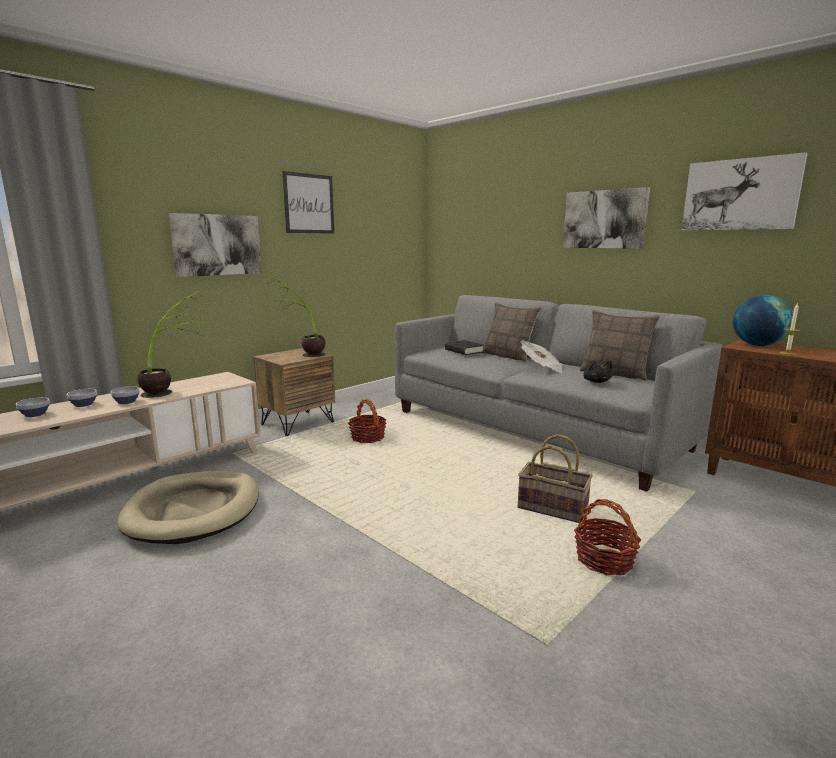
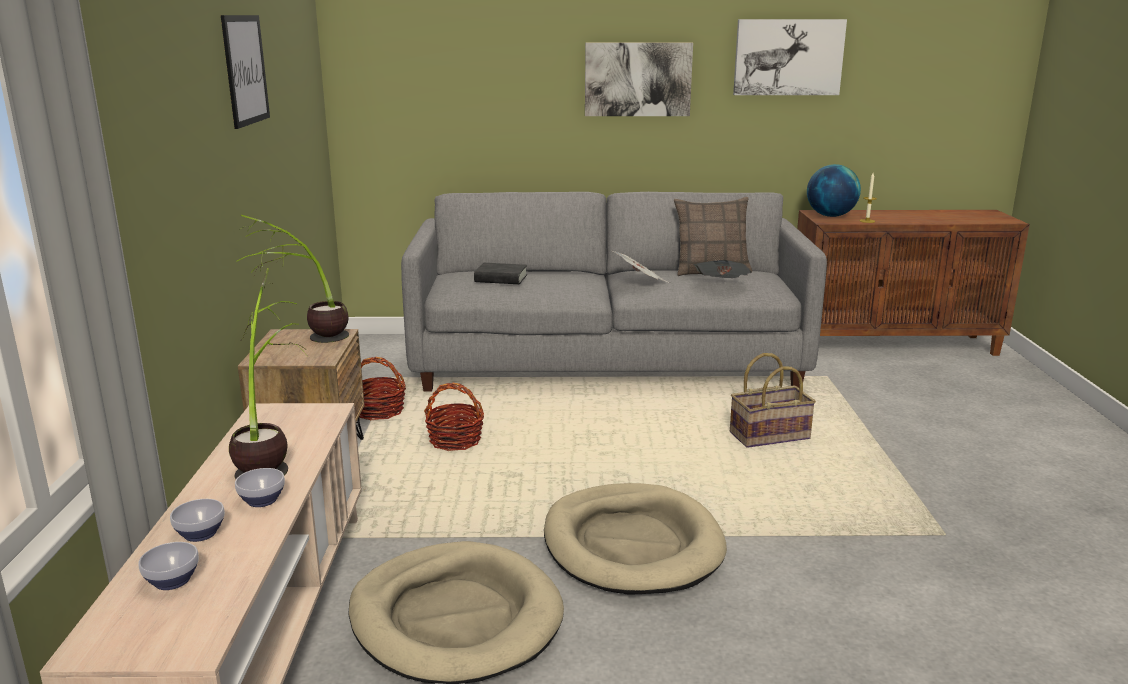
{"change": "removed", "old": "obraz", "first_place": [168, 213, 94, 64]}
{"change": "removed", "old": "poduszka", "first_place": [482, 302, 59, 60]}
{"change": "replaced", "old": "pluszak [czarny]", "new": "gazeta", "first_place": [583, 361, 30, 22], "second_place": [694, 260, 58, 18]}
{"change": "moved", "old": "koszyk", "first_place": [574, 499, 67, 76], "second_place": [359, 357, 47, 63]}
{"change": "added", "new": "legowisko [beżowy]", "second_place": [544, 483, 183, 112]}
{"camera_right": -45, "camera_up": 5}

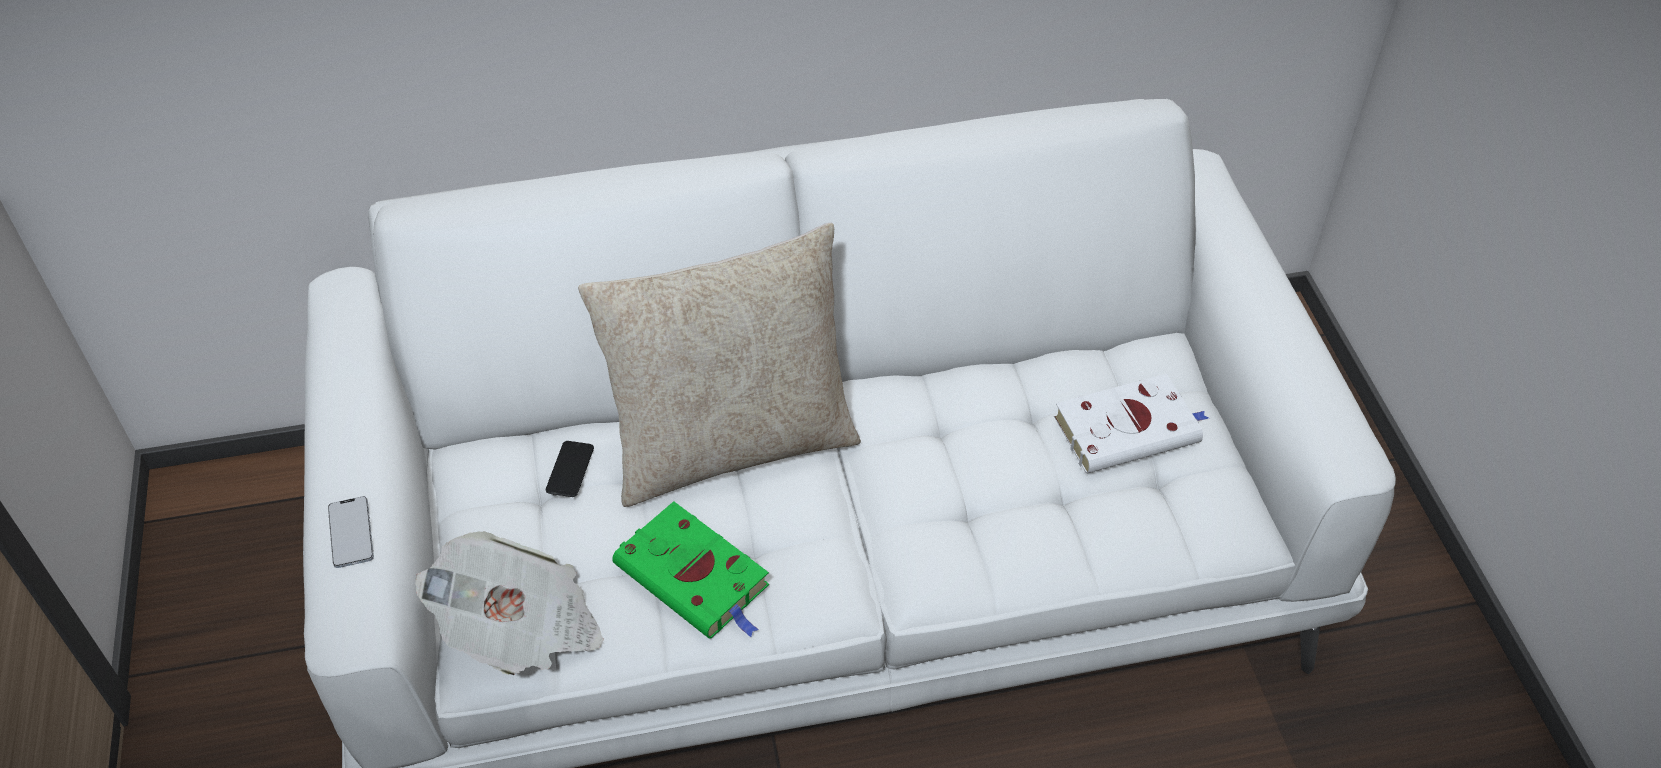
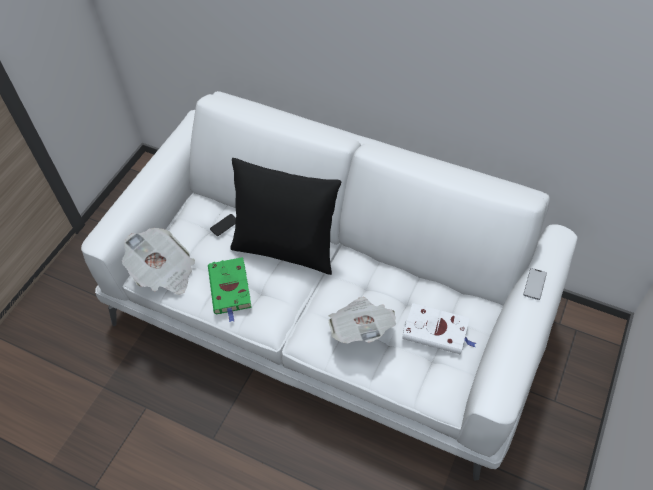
{"change": "recoloured", "old": "poduszka [beżowy]", "new": "poduszka [czarny]", "first_place": [578, 223, 283, 284], "second_place": [230, 158, 111, 117]}
{"change": "moved", "old": "telefon", "first_place": [328, 496, 46, 72], "second_place": [523, 268, 24, 32]}
{"change": "added", "new": "gazeta", "second_place": [328, 297, 68, 46]}
{"camera_right": 40, "camera_up": 5}

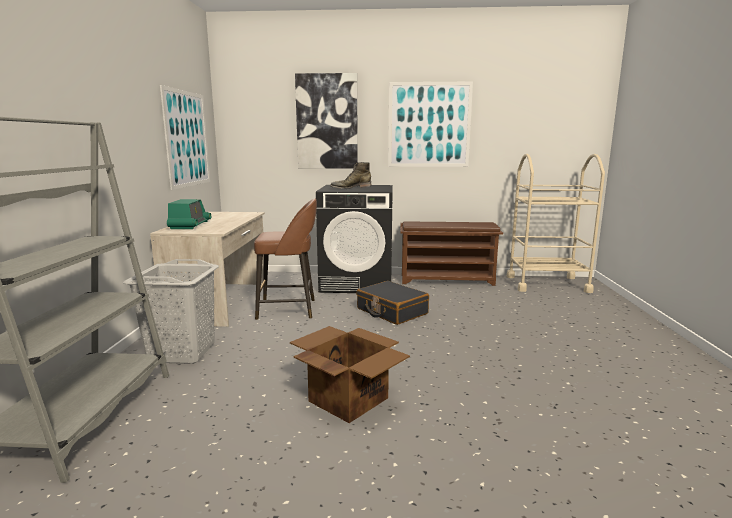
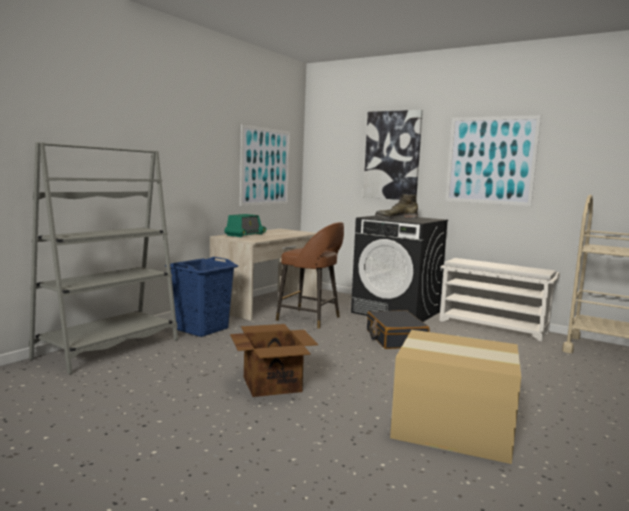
{"change": "recoloured", "old": "regał na buty [brązowy]", "new": "regał na buty [biały]", "first_place": [400, 221, 103, 65], "second_place": [439, 258, 121, 83]}
{"change": "recoloured", "old": "kosz na pranie [szary]", "new": "kosz na pranie [niebieski]", "first_place": [123, 259, 96, 105], "second_place": [165, 257, 73, 80]}
{"change": "added", "new": "karton", "second_place": [390, 330, 131, 134]}
{"camera_right": 30, "camera_up": -5}

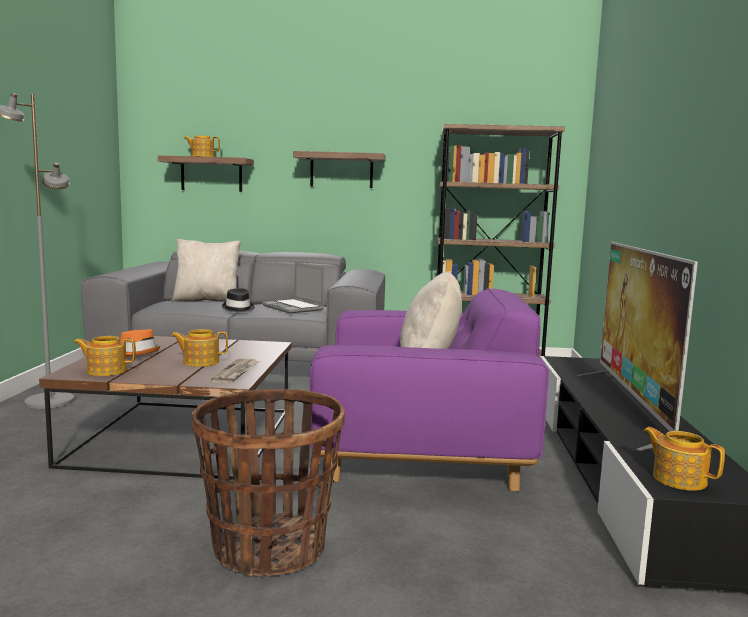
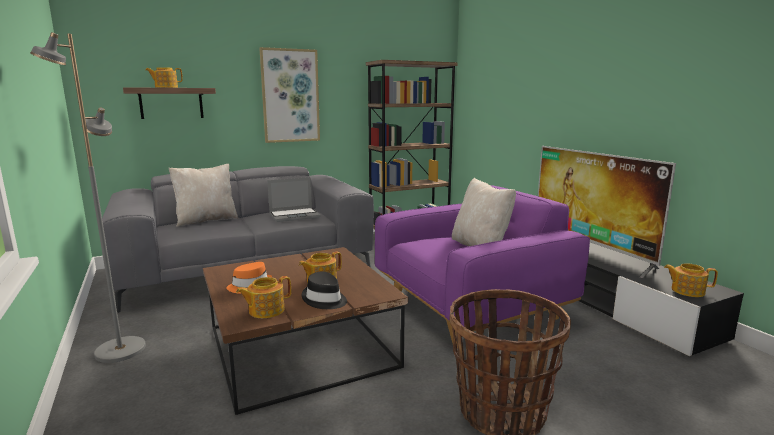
{"change": "replaced", "old": "półka", "new": "obraz", "first_place": [293, 151, 93, 37], "second_place": [259, 47, 61, 96]}
{"change": "turned", "old": "laptop", "first_place": [262, 262, 62, 52], "second_place": [267, 177, 53, 45], "degrees": -45}
{"change": "moved", "old": "kapelusz [czarny]", "first_place": [222, 288, 33, 24], "second_place": [302, 271, 45, 38]}
{"change": "removed", "old": "gazeta", "first_place": [211, 358, 49, 25]}
{"camera_right": -30, "camera_up": 5}

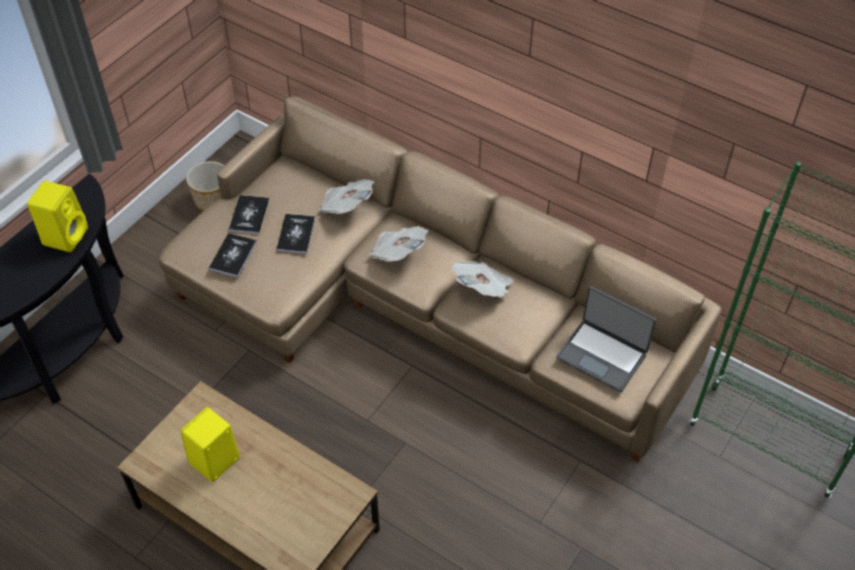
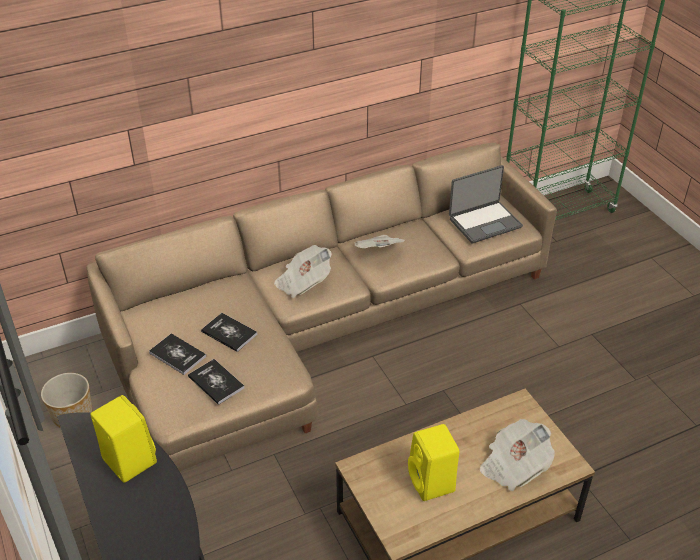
{"change": "moved", "old": "gazeta", "first_place": [318, 179, 56, 35], "second_place": [480, 419, 75, 72]}
{"camera_right": -60, "camera_up": -10}

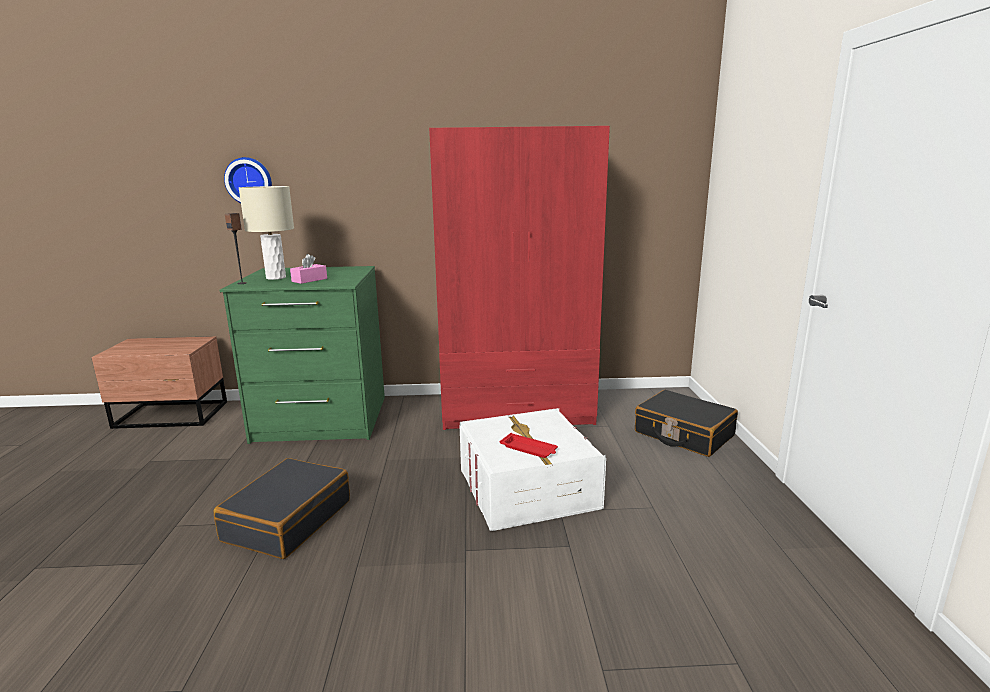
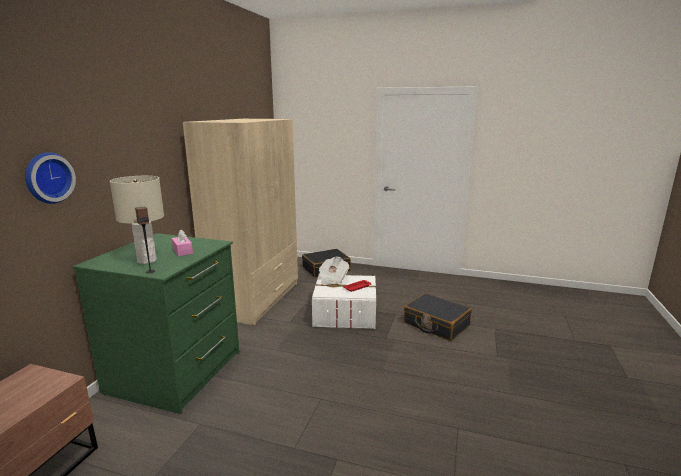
{"change": "recoloured", "old": "szafa [czerwony]", "new": "szafa [beżowy]", "first_place": [429, 126, 181, 304], "second_place": [183, 119, 115, 206]}
{"change": "moved", "old": "walizka [czarny]", "first_place": [214, 458, 136, 101], "second_place": [404, 293, 68, 48]}
{"change": "added", "new": "gazeta", "second_place": [319, 257, 31, 28]}
{"camera_right": -70, "camera_up": 0}

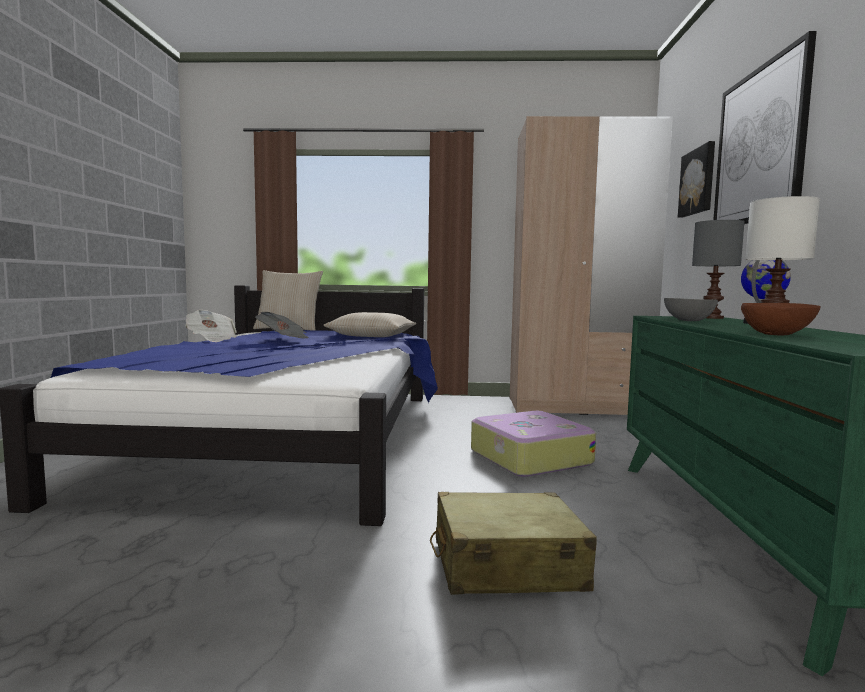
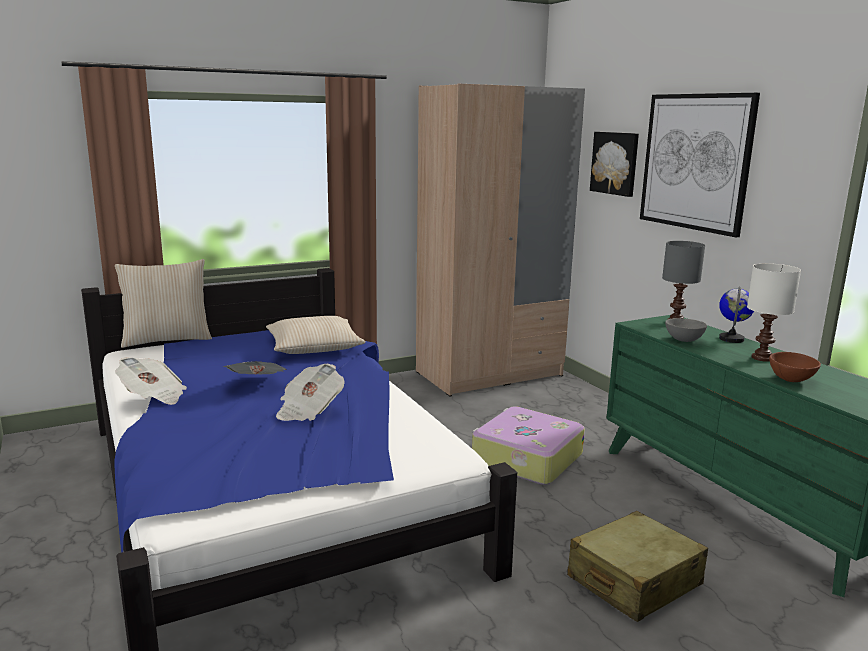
{"change": "added", "new": "gazeta", "second_place": [276, 364, 68, 57]}
{"camera_right": -30, "camera_up": 10}

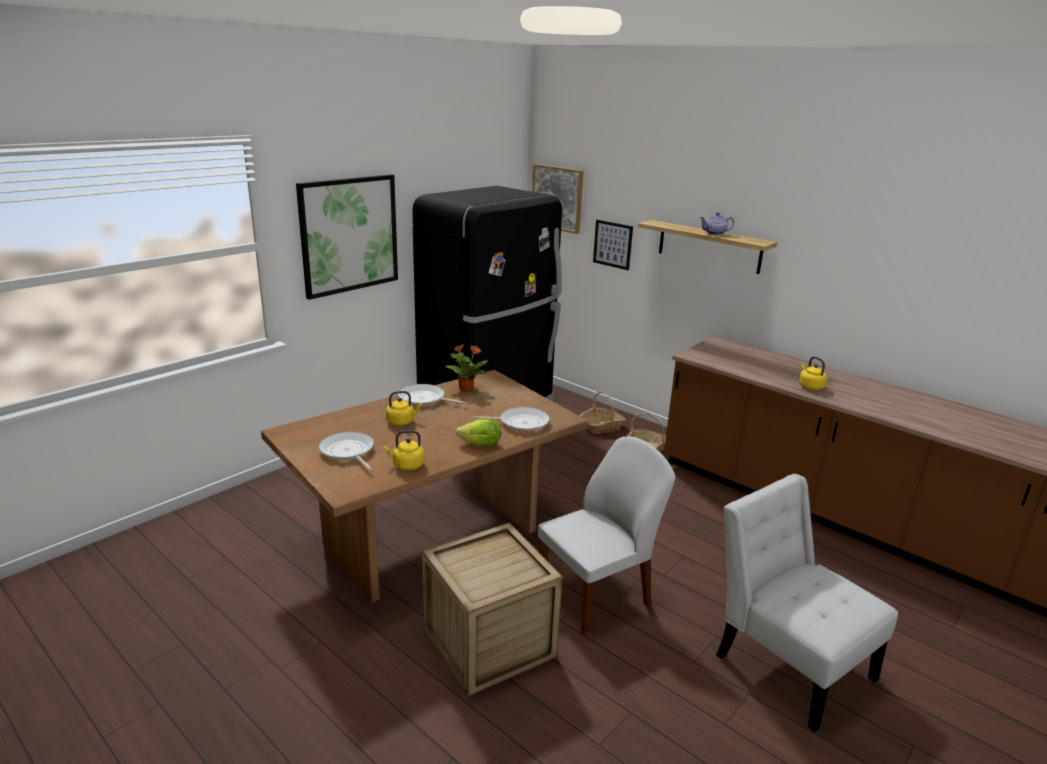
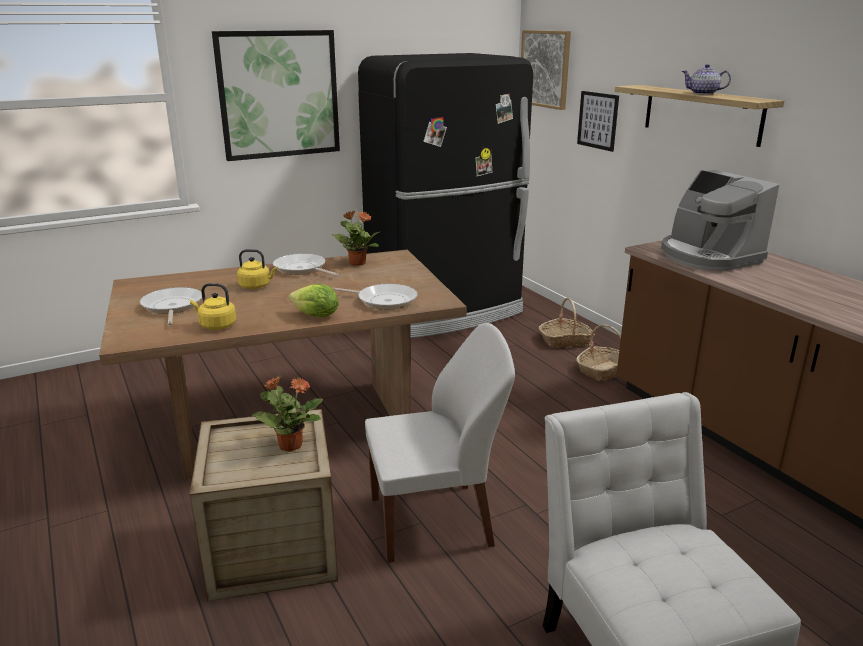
{"change": "removed", "old": "czajnik [żółty]", "first_place": [799, 356, 28, 34]}
{"change": "added", "new": "ekspres do kawy", "second_place": [661, 170, 118, 101]}
{"change": "added", "new": "roślina doniczkowa", "second_place": [252, 377, 71, 75]}
{"camera_right": 20, "camera_up": 0}

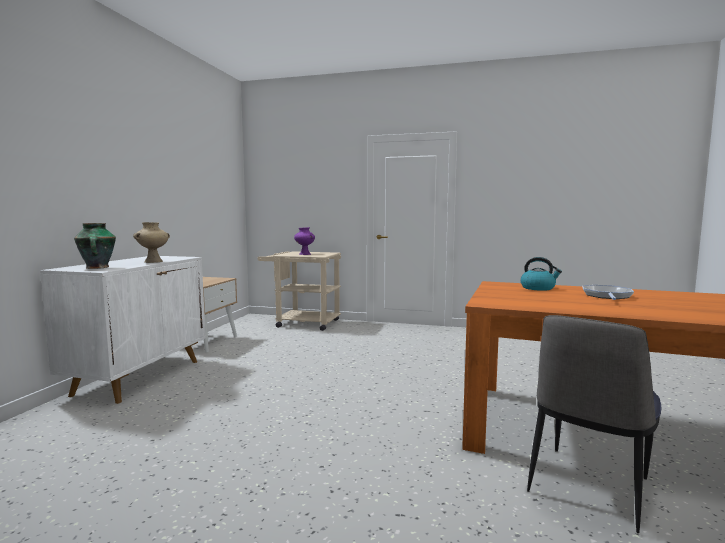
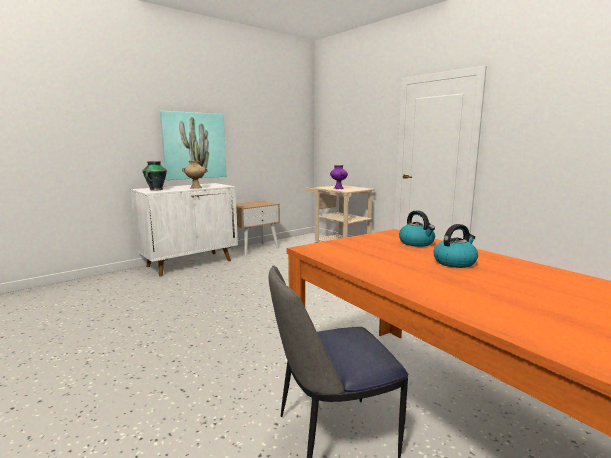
{"change": "replaced", "old": "patelnia", "new": "czajnik", "first_place": [582, 285, 52, 15], "second_place": [434, 224, 44, 44]}
{"change": "added", "new": "obraz", "second_place": [160, 111, 66, 69]}
{"camera_right": 35, "camera_up": 5}

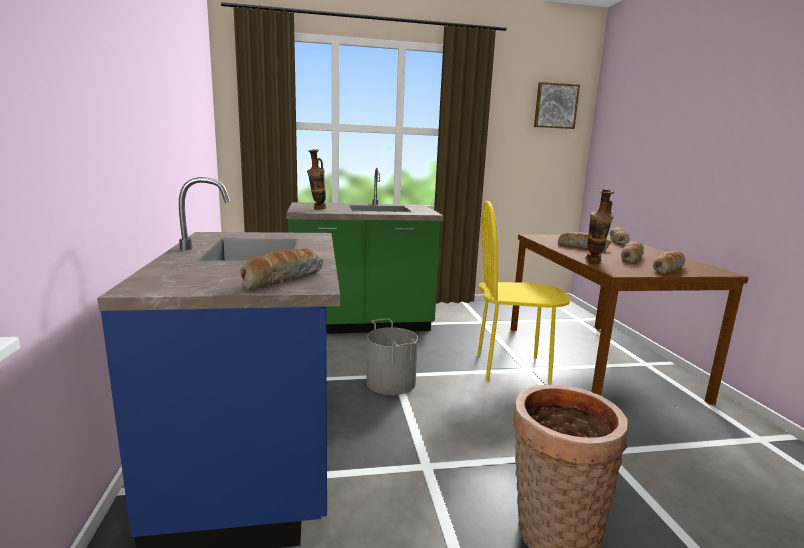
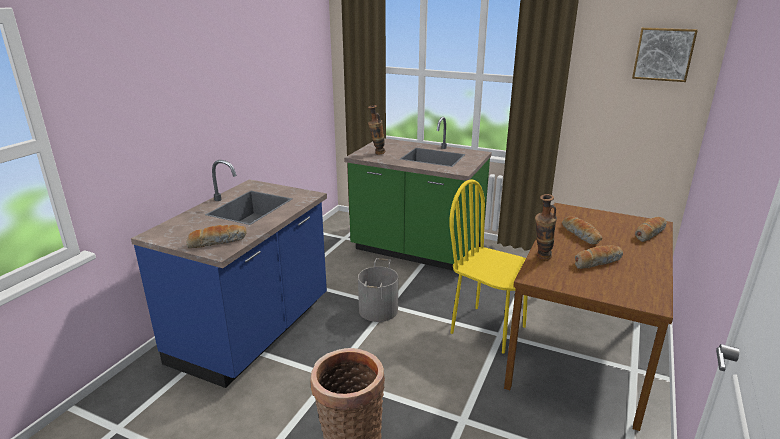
{"change": "removed", "old": "chleb", "first_place": [653, 251, 32, 23]}
{"camera_right": 35, "camera_up": 10}

